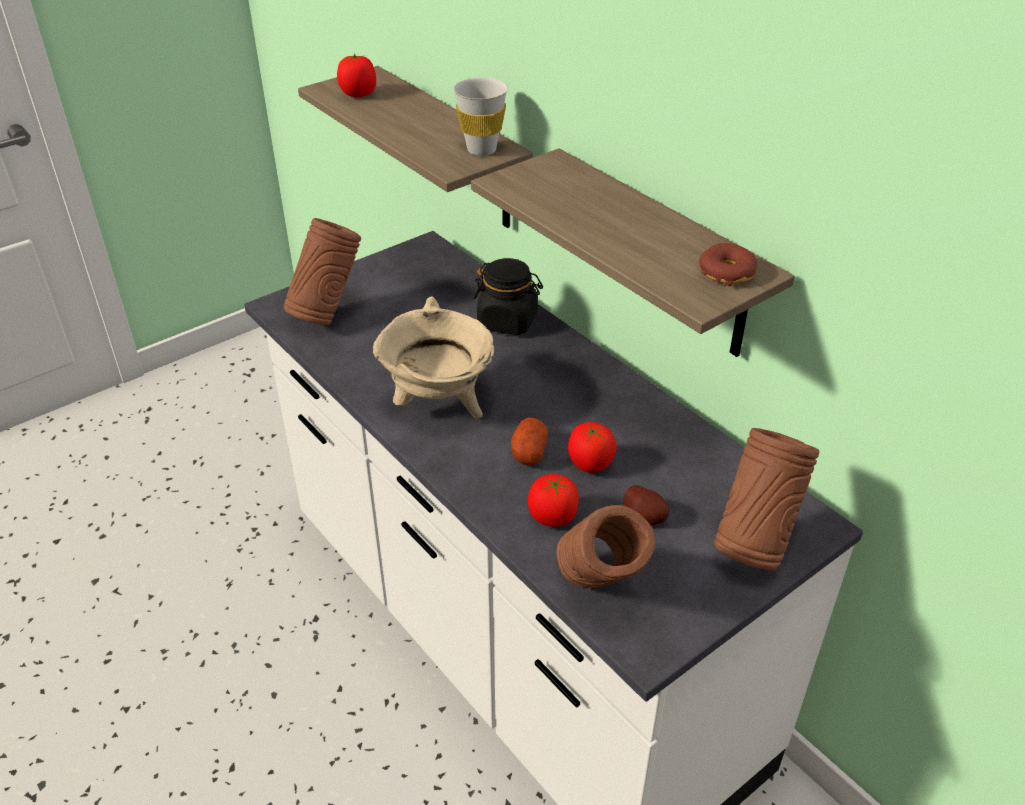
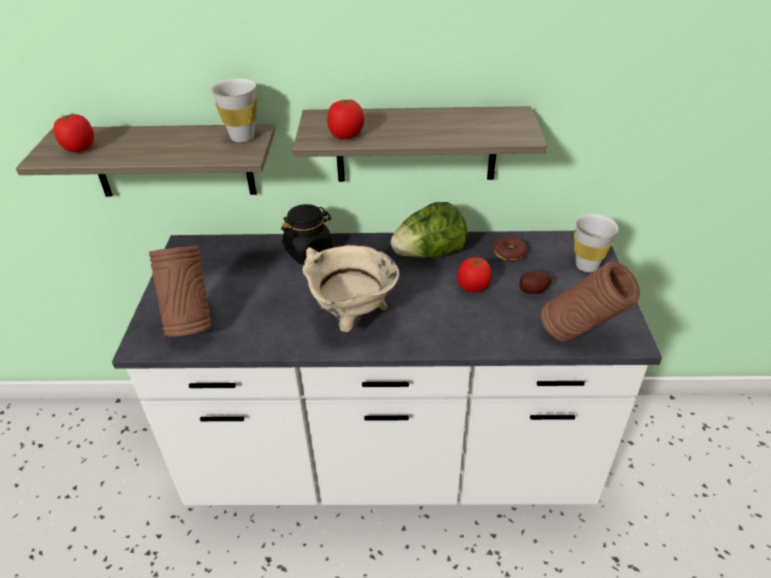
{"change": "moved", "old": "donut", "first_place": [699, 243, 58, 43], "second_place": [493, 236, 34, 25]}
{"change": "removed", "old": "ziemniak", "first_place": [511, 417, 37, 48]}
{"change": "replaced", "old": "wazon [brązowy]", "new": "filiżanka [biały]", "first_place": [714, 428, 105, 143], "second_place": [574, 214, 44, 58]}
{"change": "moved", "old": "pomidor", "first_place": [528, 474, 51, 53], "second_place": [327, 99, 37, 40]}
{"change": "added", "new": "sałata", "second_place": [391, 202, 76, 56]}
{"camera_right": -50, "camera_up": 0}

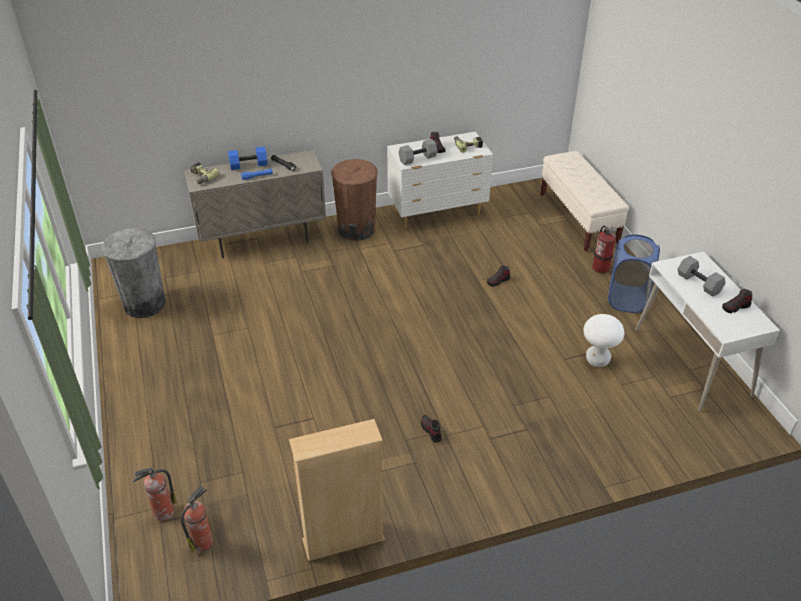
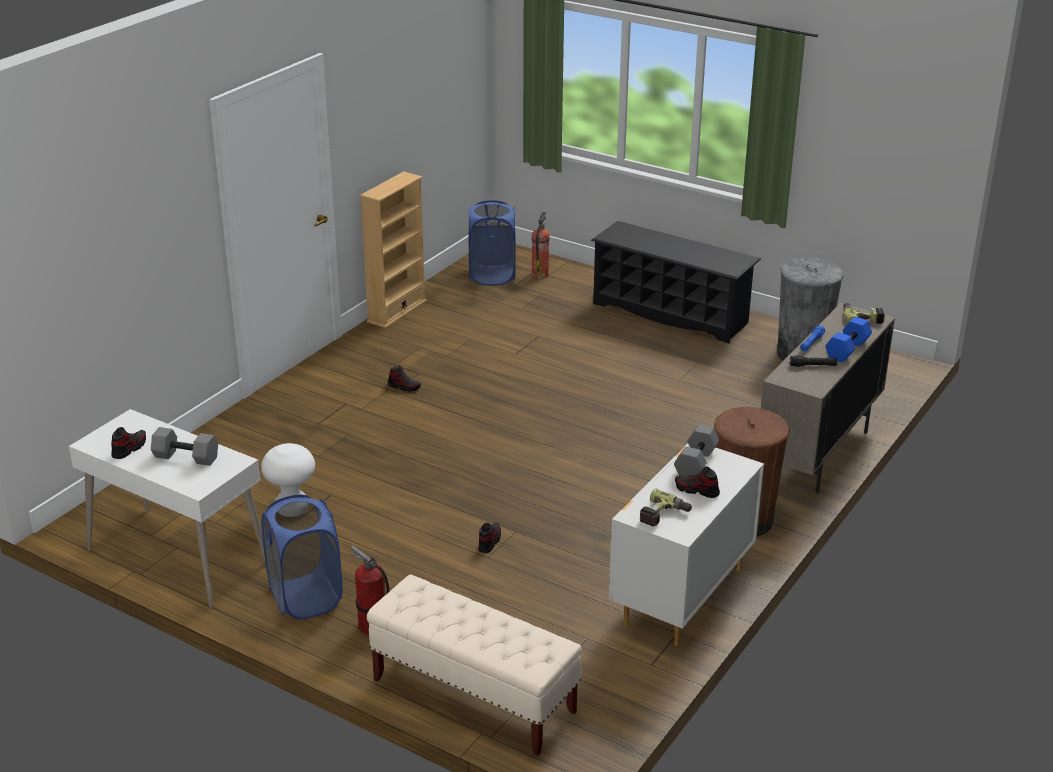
{"change": "replaced", "old": "gaśnica", "new": "kosz na pranie [niebieski]", "first_place": [181, 486, 32, 66], "second_place": [469, 200, 47, 86]}
{"change": "added", "new": "regał na buty [czarny]", "second_place": [591, 221, 170, 123]}
{"camera_right": 140, "camera_up": -10}

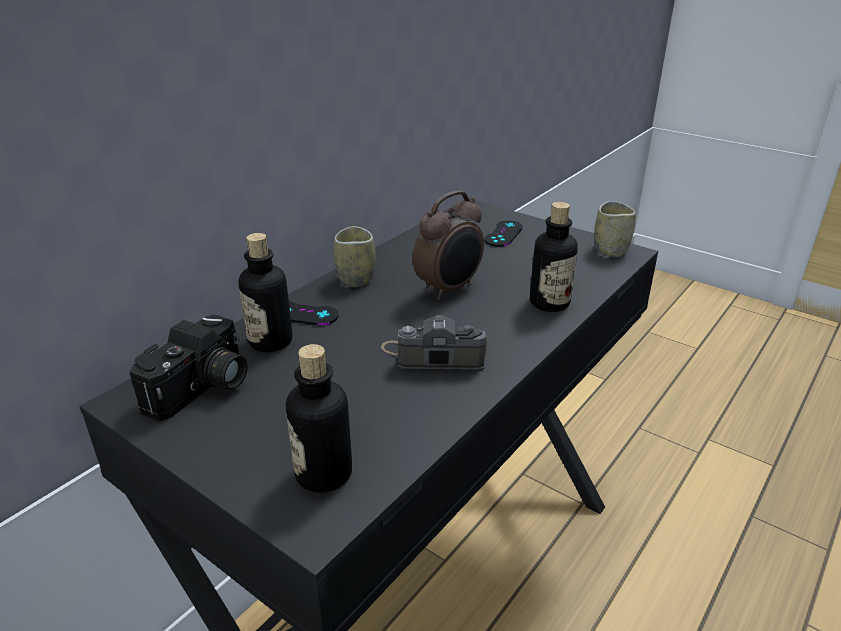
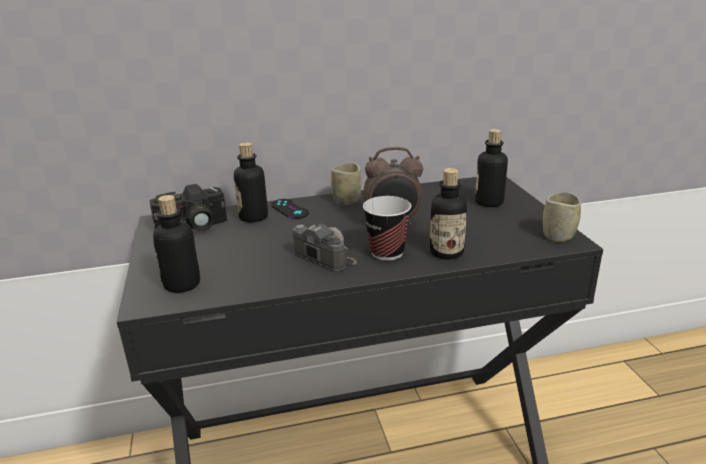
{"change": "replaced", "old": "pad do gier [czarny]", "new": "butelka", "first_place": [484, 220, 39, 27], "second_place": [475, 129, 33, 78]}
{"change": "added", "new": "filiżanka", "second_place": [363, 196, 48, 65]}
{"camera_right": 40, "camera_up": -5}

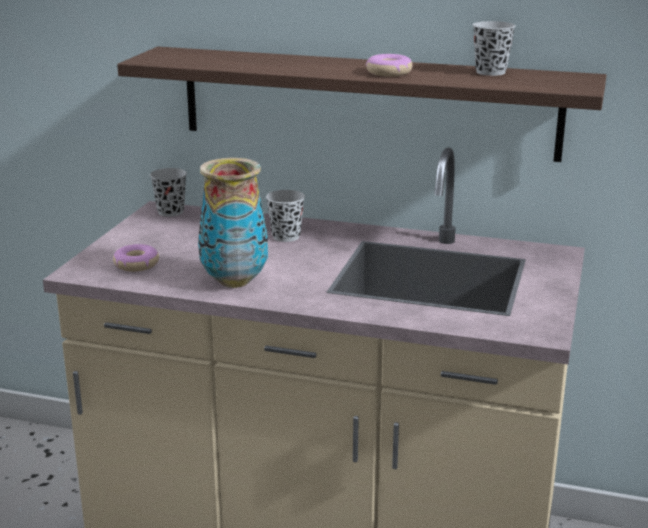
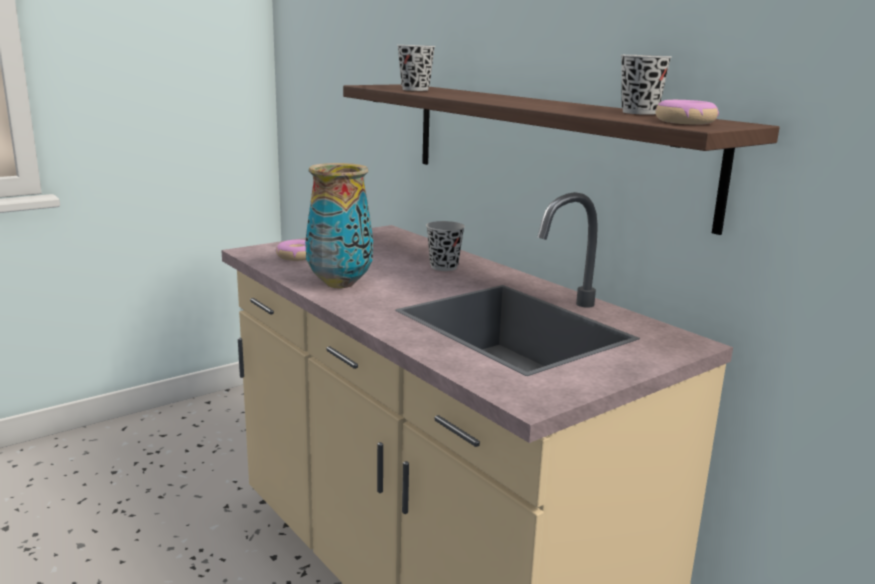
{"change": "moved", "old": "donut", "first_place": [366, 54, 47, 23], "second_place": [656, 100, 63, 25]}
{"change": "moved", "old": "filiżanka [czarny]", "first_place": [150, 168, 37, 49], "second_place": [397, 45, 38, 46]}
{"camera_right": 35, "camera_up": -5}

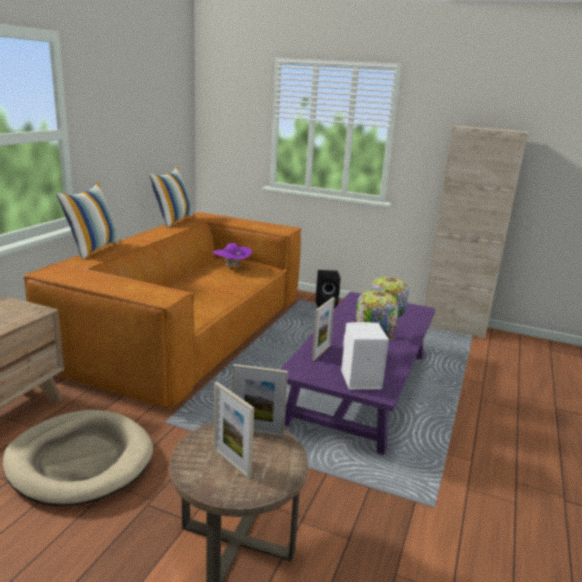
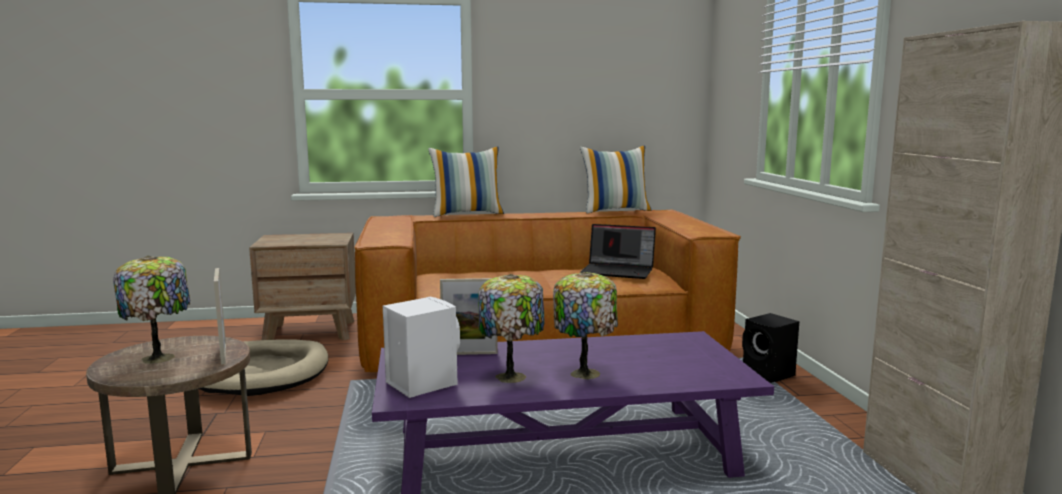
{"change": "replaced", "old": "kapelusz [fioletowy]", "new": "laptop", "first_place": [213, 243, 39, 25], "second_place": [580, 224, 76, 55]}
{"change": "replaced", "old": "ramka na zdjęcie", "new": "lampa stołowa", "first_place": [214, 382, 40, 97], "second_place": [113, 256, 77, 108]}
{"camera_right": 60, "camera_up": -10}

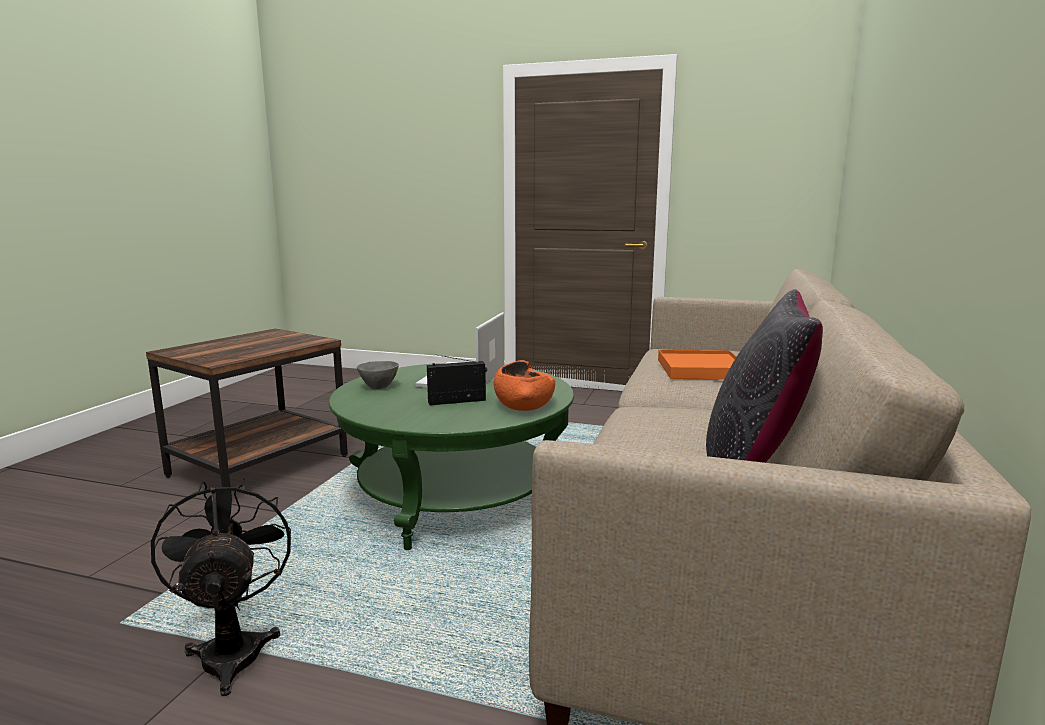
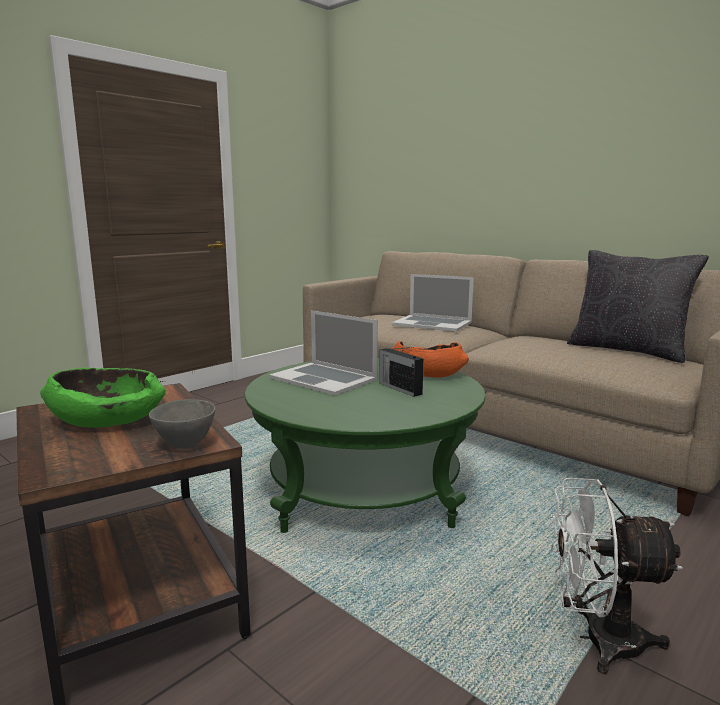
{"change": "replaced", "old": "taca [pomarańczowy]", "new": "laptop", "first_place": [658, 350, 79, 30], "second_place": [392, 274, 82, 58]}
{"change": "turned", "old": "radio", "first_place": [427, 354, 60, 51], "second_place": [379, 347, 44, 50], "degrees": -45}
{"change": "moved", "old": "miska [szary]", "first_place": [357, 361, 42, 29], "second_place": [149, 399, 66, 50]}
{"change": "recoloured", "old": "wentylator [czarny]", "new": "wentylator [biały]", "first_place": [151, 479, 140, 217], "second_place": [551, 478, 132, 196]}
{"change": "added", "new": "miska [zielony]", "second_place": [40, 368, 126, 60]}
{"camera_right": -65, "camera_up": 0}

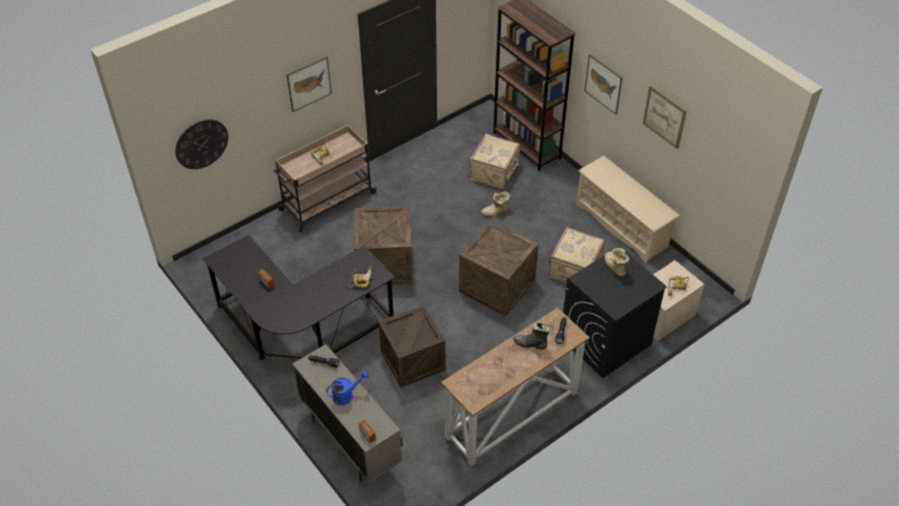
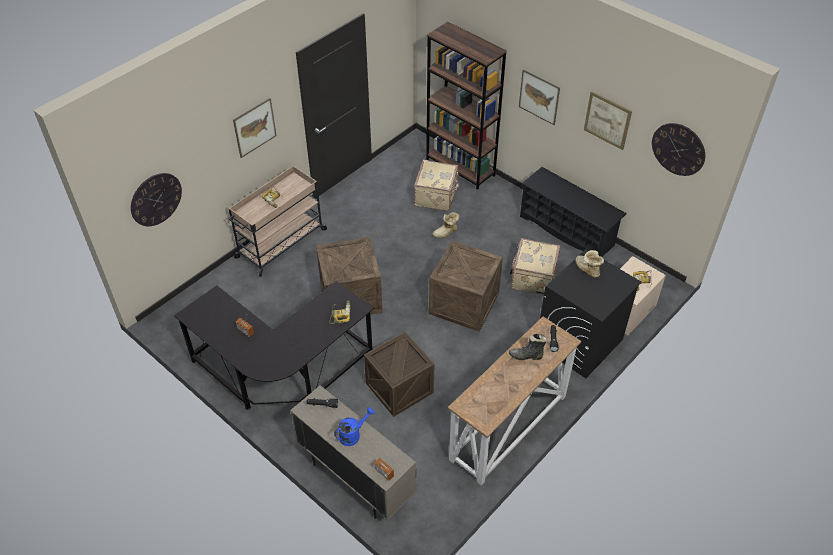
{"change": "recoloured", "old": "regał na buty [beżowy]", "new": "regał na buty [czarny]", "first_place": [576, 156, 104, 107], "second_place": [520, 167, 107, 90]}
{"change": "added", "new": "zegar ścienny", "second_place": [652, 123, 53, 53]}
{"camera_right": -10, "camera_up": 0}

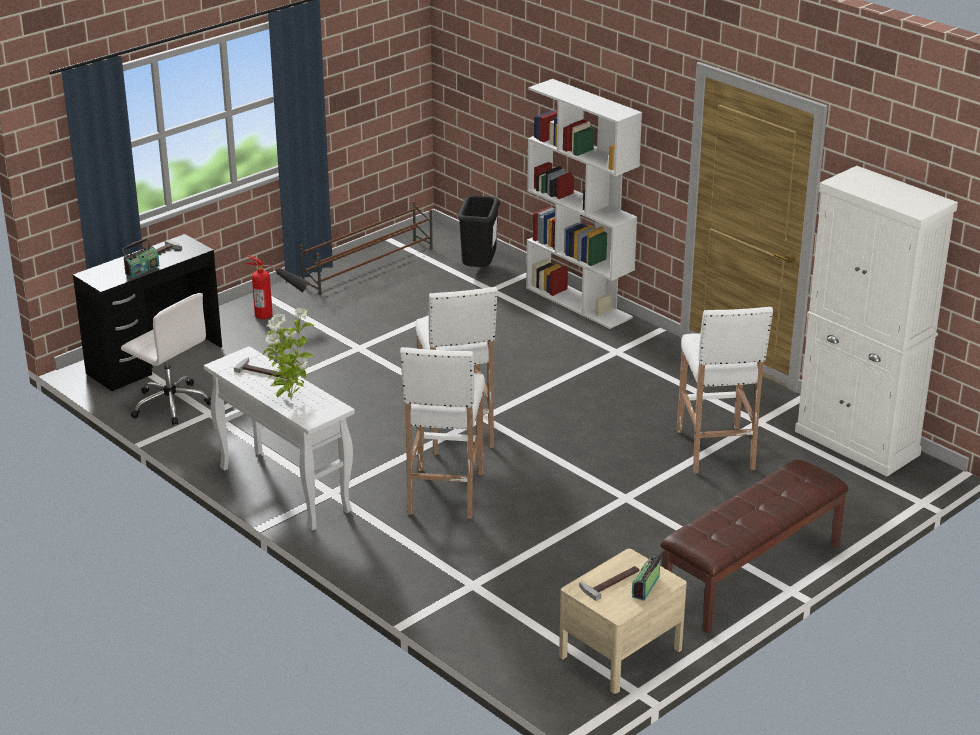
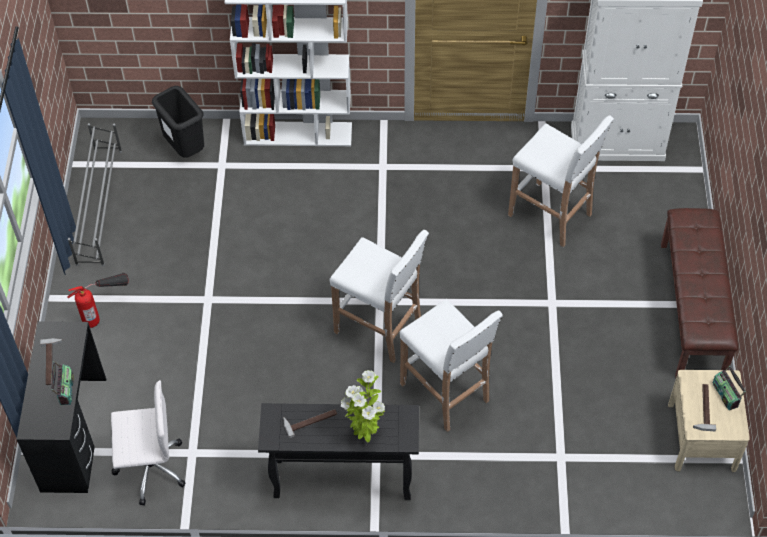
{"change": "recoloured", "old": "regał na buty [brązowy]", "new": "regał na buty [szary]", "first_place": [300, 201, 133, 94], "second_place": [68, 123, 54, 143]}
{"change": "recoloured", "old": "stolik konsolowy [biały]", "new": "stolik konsolowy [czarny]", "first_place": [204, 346, 151, 185], "second_place": [258, 403, 161, 97]}
{"camera_right": -45, "camera_up": 25}

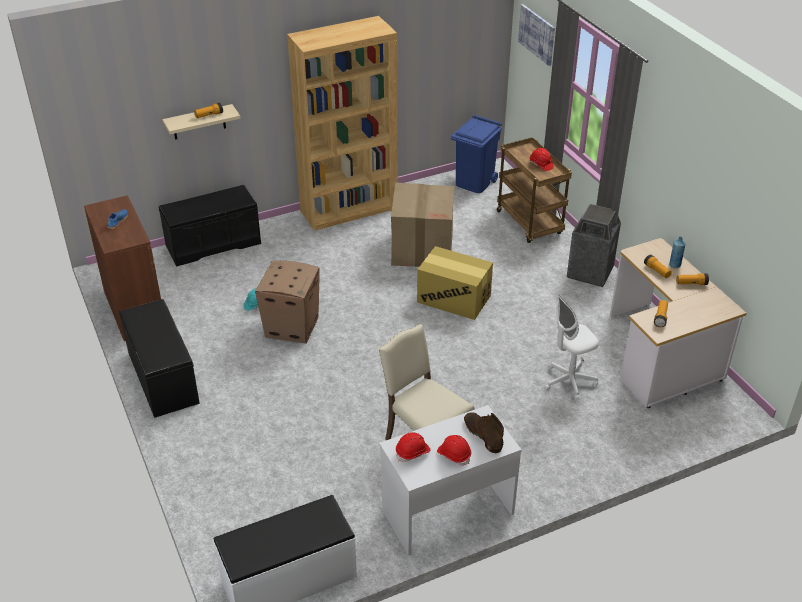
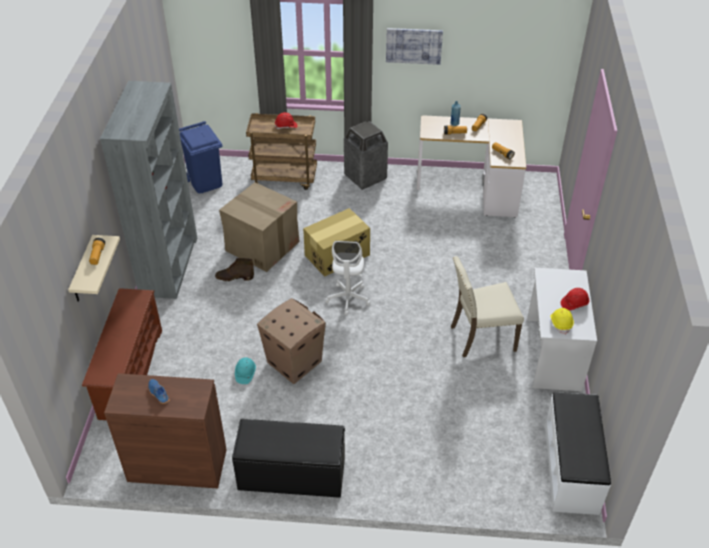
{"change": "moved", "old": "obraz", "first_place": [518, 4, 37, 62], "second_place": [386, 28, 57, 37]}
{"change": "recoloured", "old": "regał [brązowy]", "new": "regał [szary]", "first_place": [287, 16, 110, 215], "second_place": [100, 81, 97, 218]}
{"change": "replaced", "old": "ławka [czarny]", "new": "regał na buty [brązowy]", "first_place": [159, 185, 102, 82], "second_place": [82, 288, 80, 132]}
{"change": "moved", "old": "krzesło biurowe [biały]", "first_place": [545, 295, 54, 106], "second_place": [325, 241, 46, 74]}
{"change": "moved", "old": "but z cholewką [brązowy]", "first_place": [464, 412, 40, 41], "second_place": [215, 258, 39, 23]}
{"change": "recoloured", "old": "kask [czerwony]", "new": "kask [żółty]", "first_place": [396, 432, 35, 30], "second_place": [550, 308, 24, 27]}
{"camera_right": -60, "camera_up": 5}

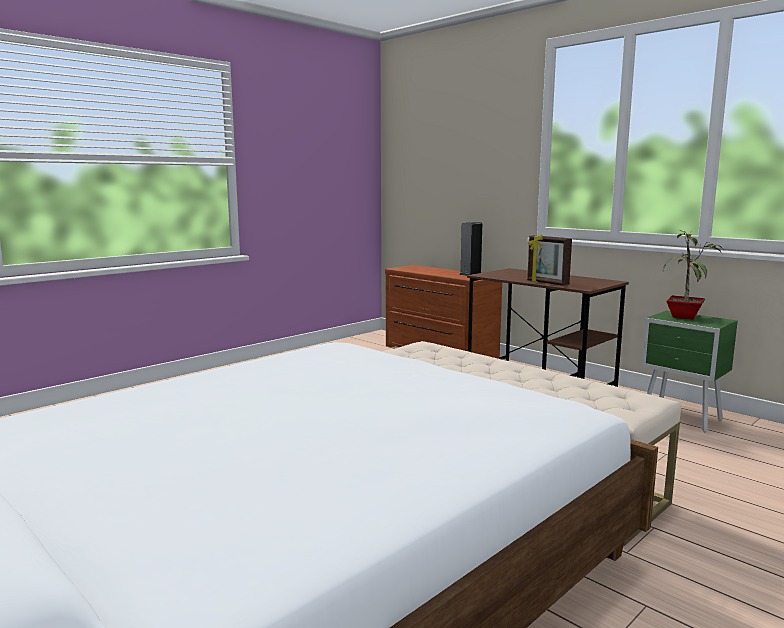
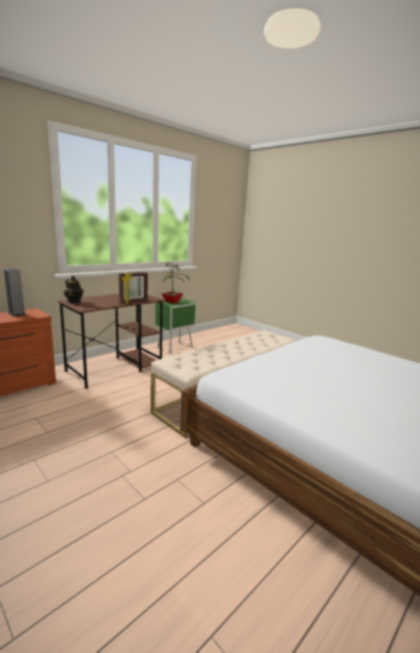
{"change": "added", "new": "imbryk", "second_place": [64, 276, 20, 27]}
{"camera_right": -90, "camera_up": 5}

